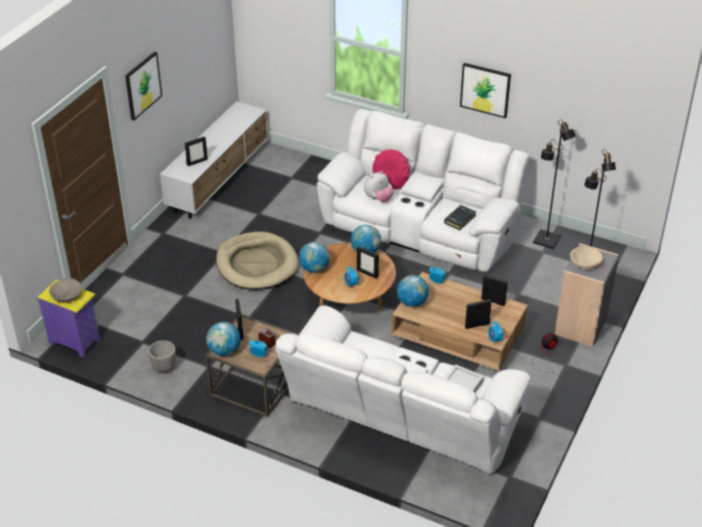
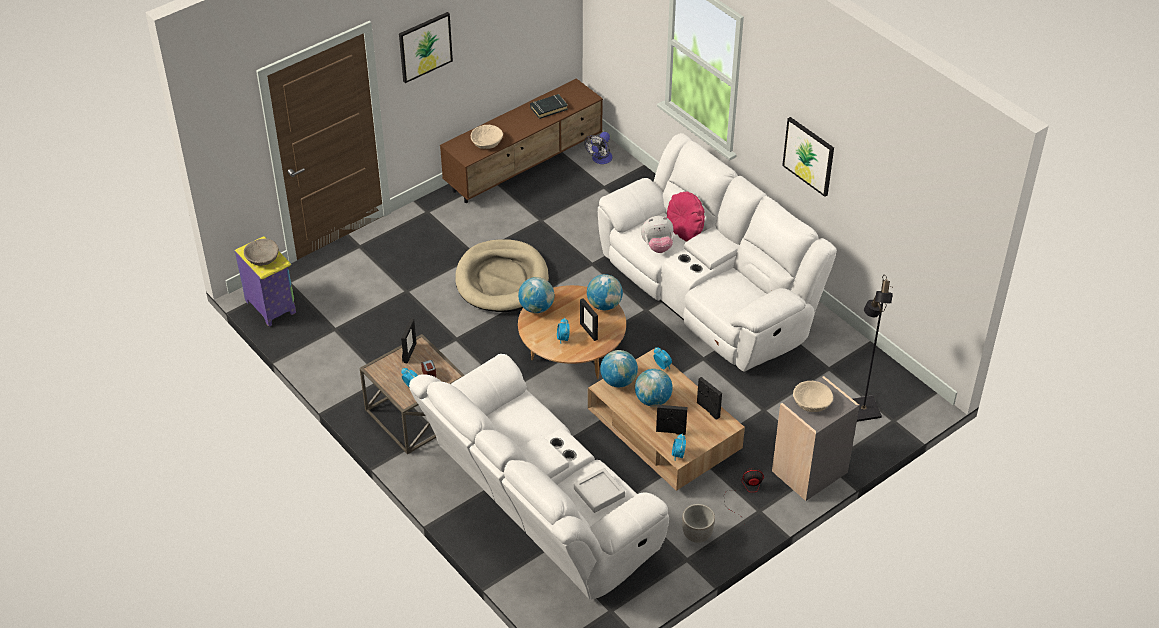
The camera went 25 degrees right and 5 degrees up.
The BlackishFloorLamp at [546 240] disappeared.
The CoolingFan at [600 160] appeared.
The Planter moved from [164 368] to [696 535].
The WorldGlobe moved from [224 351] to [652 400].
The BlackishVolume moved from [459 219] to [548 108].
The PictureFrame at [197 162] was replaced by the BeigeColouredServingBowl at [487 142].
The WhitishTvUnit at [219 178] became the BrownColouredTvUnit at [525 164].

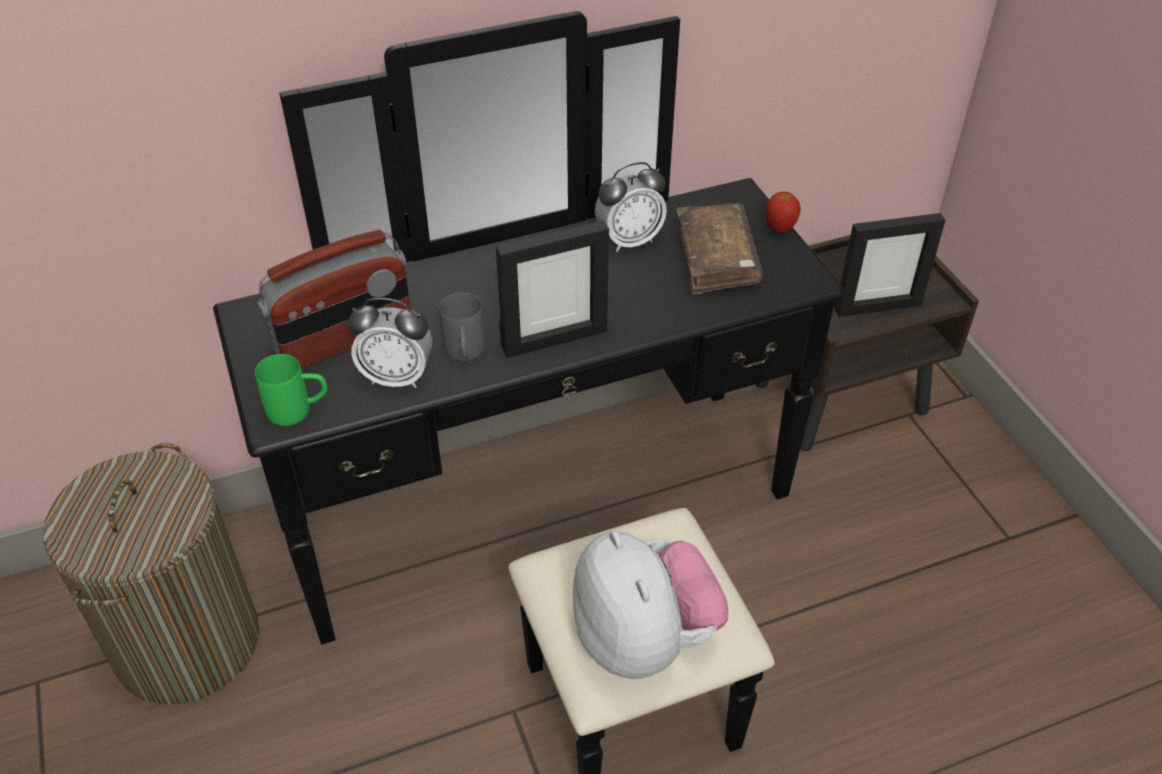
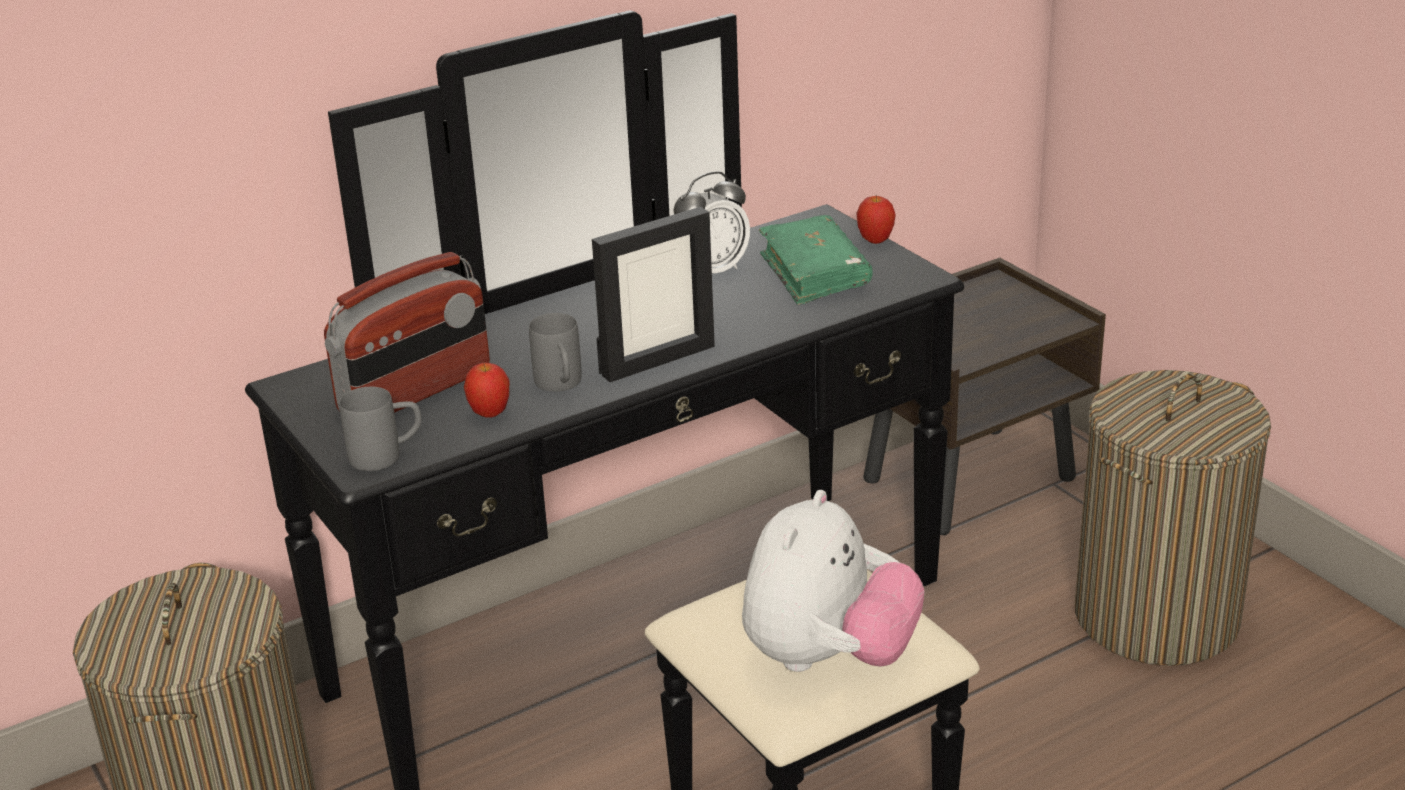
The camera went 10 degrees left and 15 degrees down.
The PictureFrame at [877 306] disappeared.
The WashingBasket at [1156 616] appeared.
The AlarmClock at [397 377] was replaced by the WholeApple at [490 414].
The GreenColouredTeaMug at [299 410] became the GreyishTeaMug at [387 456].
The BrownColouredVolume at [716 259] became the GreenColouredVolume at [814 273].
The CuddlyToy at [644 640] turned 60 degrees clockwise.

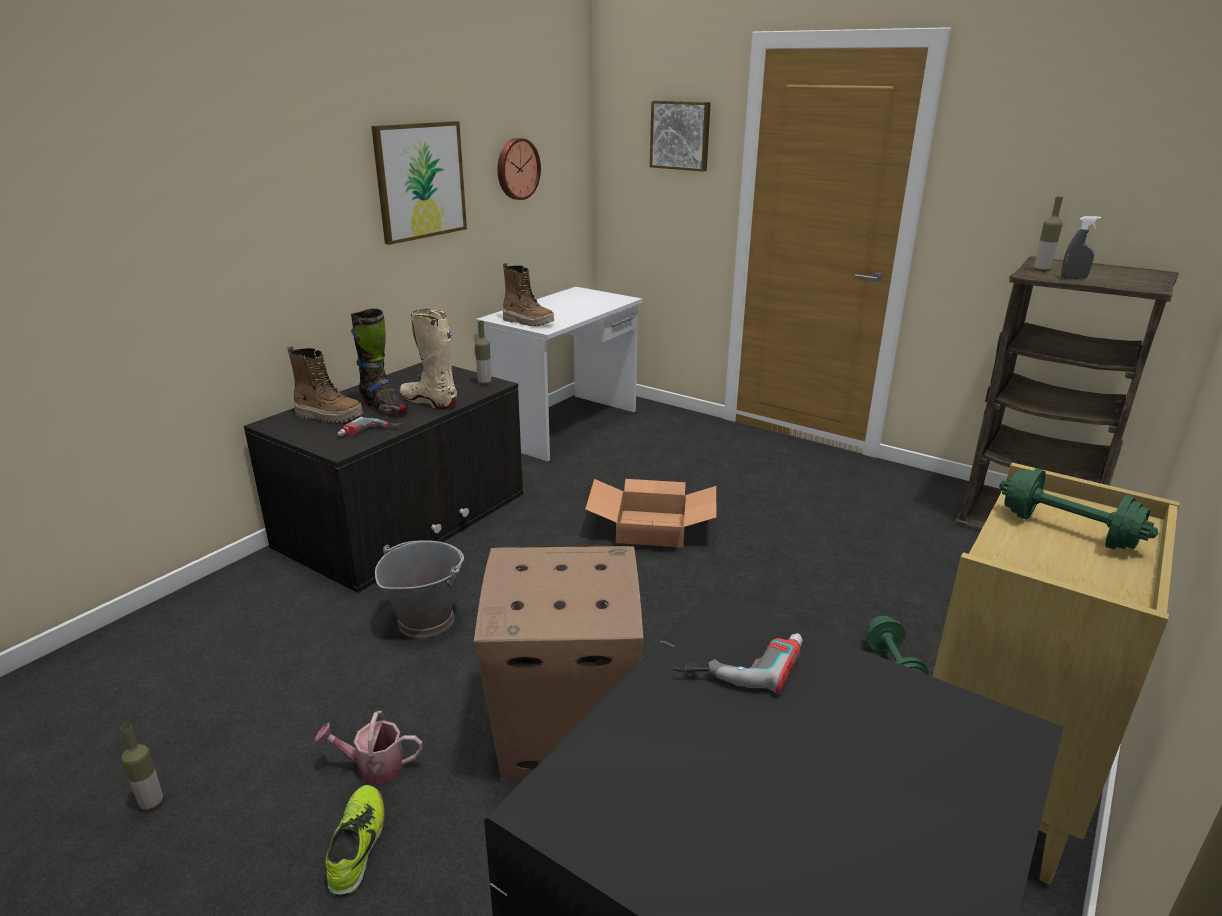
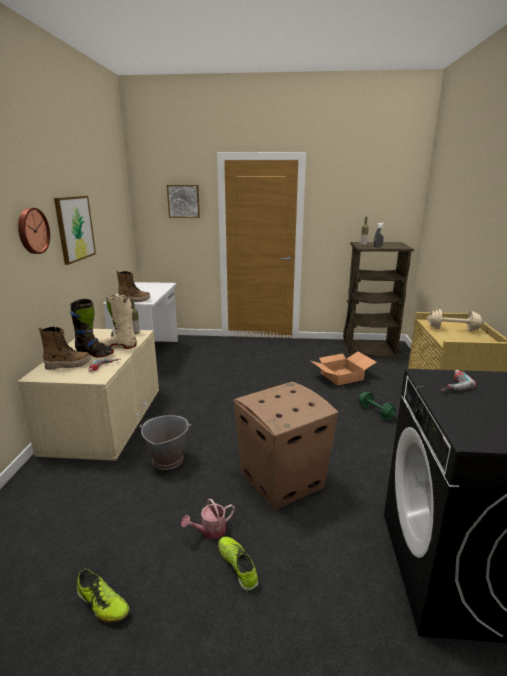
The camera went 30 degrees left and 5 degrees down.
The HangingClock moved from [516 169] to [32 231].
The CardboardBox moved from [652 528] to [342 376].
The BeverageBottle at [152 803] was replaced by the ItemOfFootwear at [102 604].
The BlackishCupboard at [405 519] became the BeigeColouredCupboard at [105 418].
The GreenColouredFreeWeight at [1067 530] became the BeigeColouredFreeWeight at [452 329].

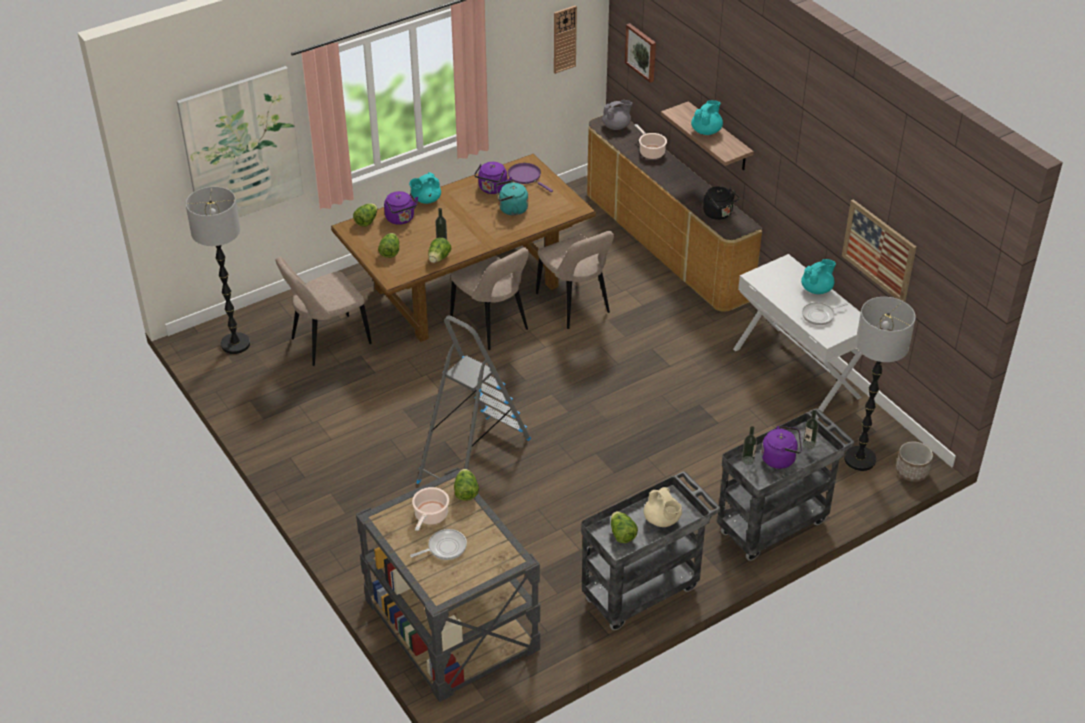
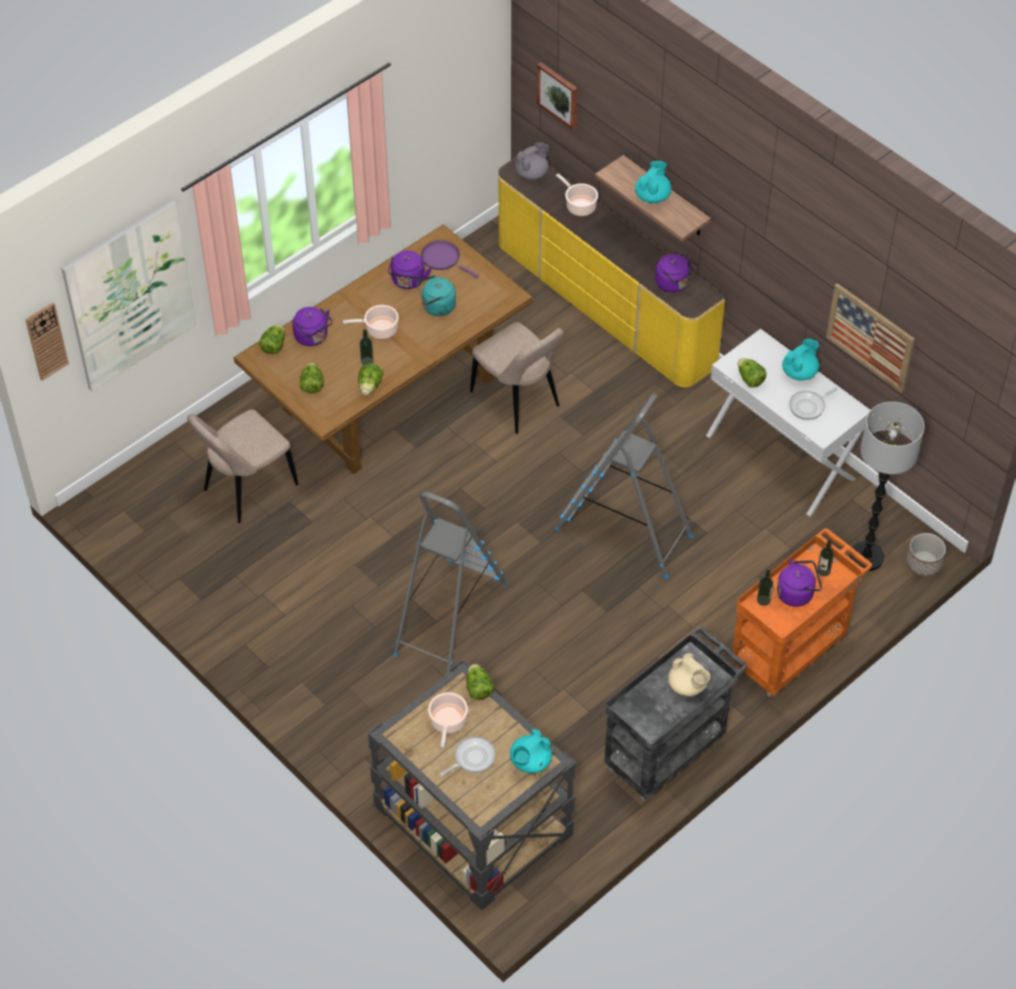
The camera went 10 degrees left and 10 degrees up.
The FloorLamp at [235 344] disappeared.
The BeigeColouredUprightChair at [491 325] disappeared.
The CookingPot at [379 330] appeared.
The GreyishStepladder at [623 532] appeared.
The TurquoiseColouredTeapot moved from [425 200] to [530 762].
The HangingClock moved from [564 39] to [46 341].
The Lettuce moved from [622 534] to [749 379].
The BrownColouredCupboard at [665 244] became the YellowCupboard at [603 303].
The BlackishTeaKettle at [719 214] became the PurplishTeaKettle at [674 284].
The BlackishWheeledCart at [776 526] became the OrangeColouredWheeledCart at [792 652].

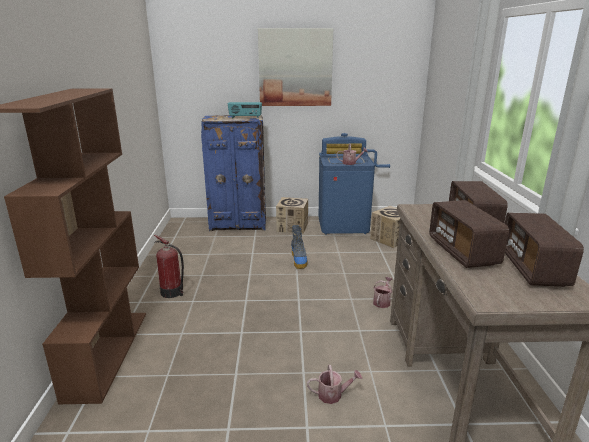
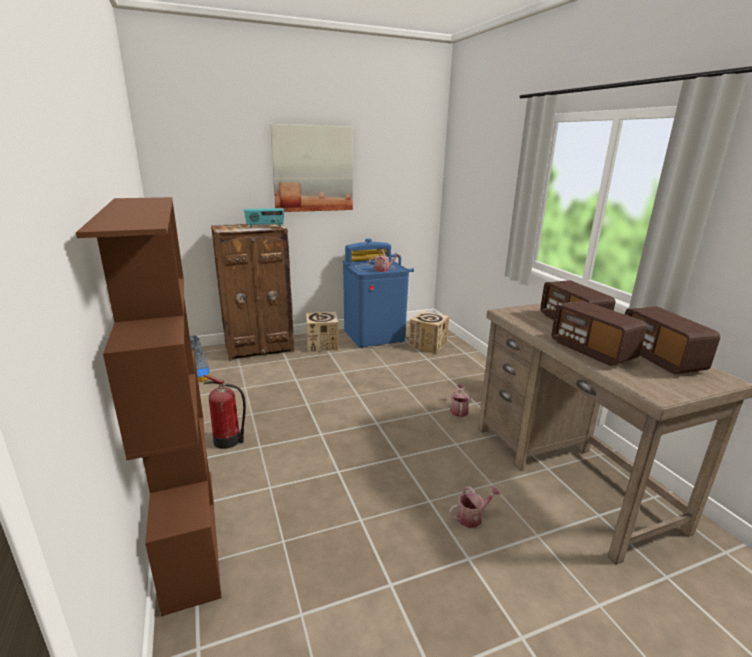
The camera went 20 degrees left and 0 degrees up.
The HighTopBoot moved from [299 260] to [201 373].
The BlueColouredCupboard at [238 224] became the BrownColouredCupboard at [259 348].

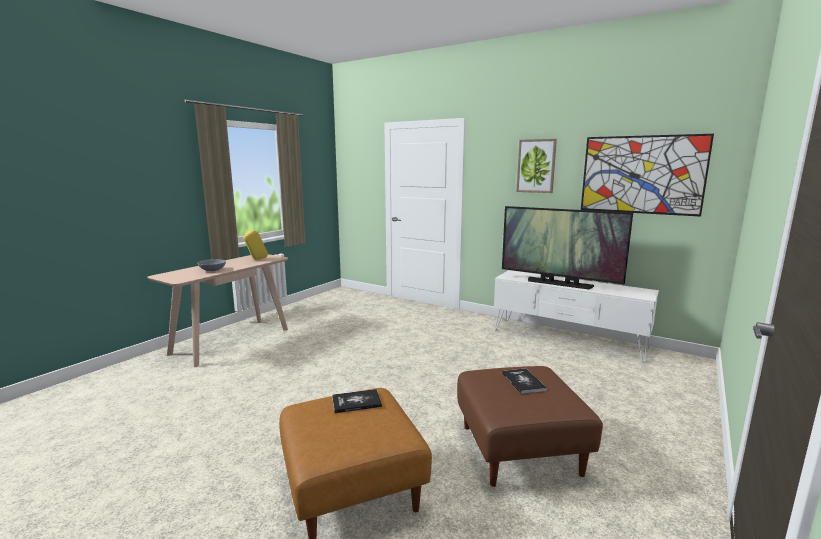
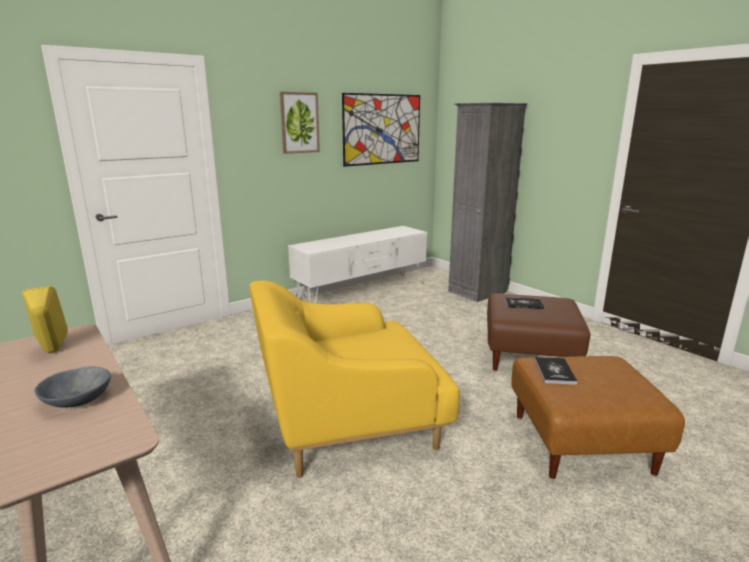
The camera went 70 degrees left and 5 degrees up.
The Television at [558 283] disappeared.
The YellowEasyChair at [349 422] appeared.
The GreyishCupboard at [478 292] appeared.

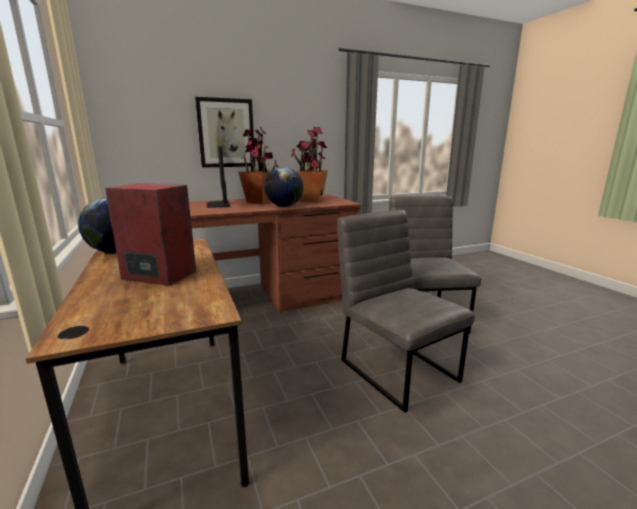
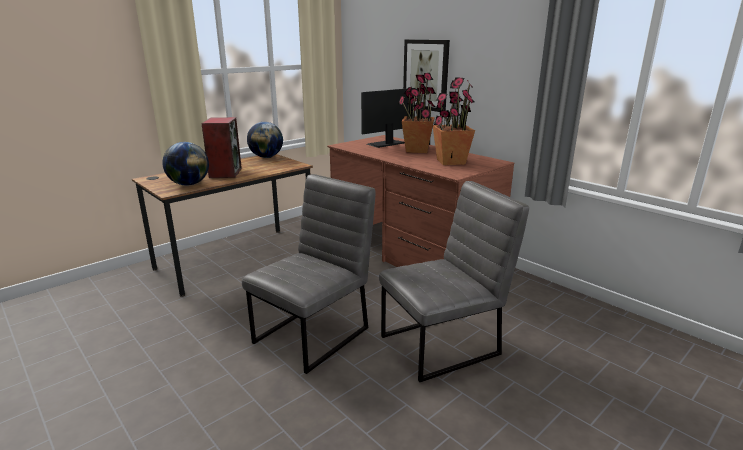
The camera went 70 degrees right and 5 degrees up.
The WorldGlobe moved from [284 206] to [189 184].

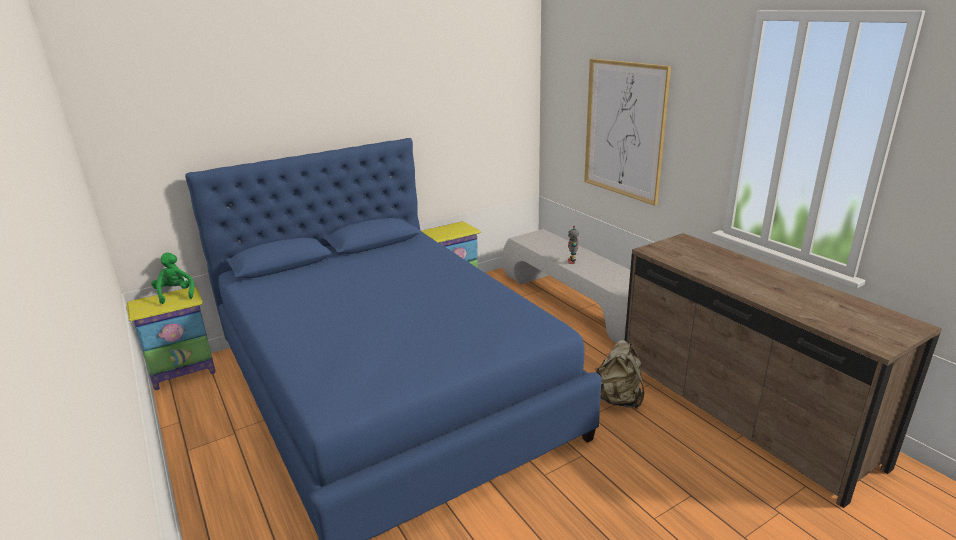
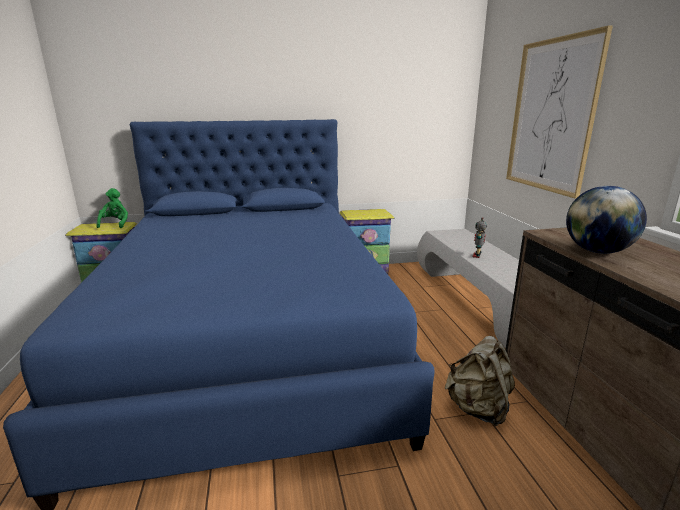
The camera went 20 degrees right and 5 degrees down.
The WorldGlobe at [597 251] appeared.

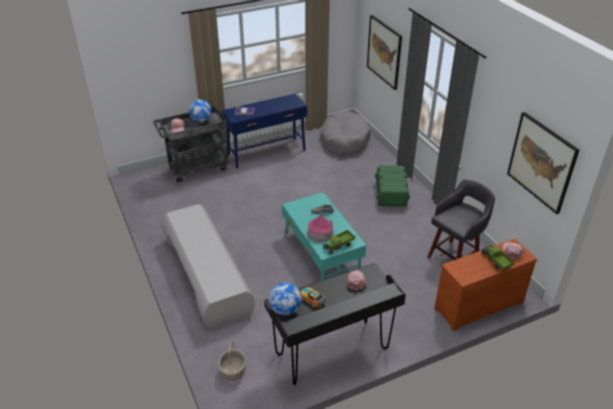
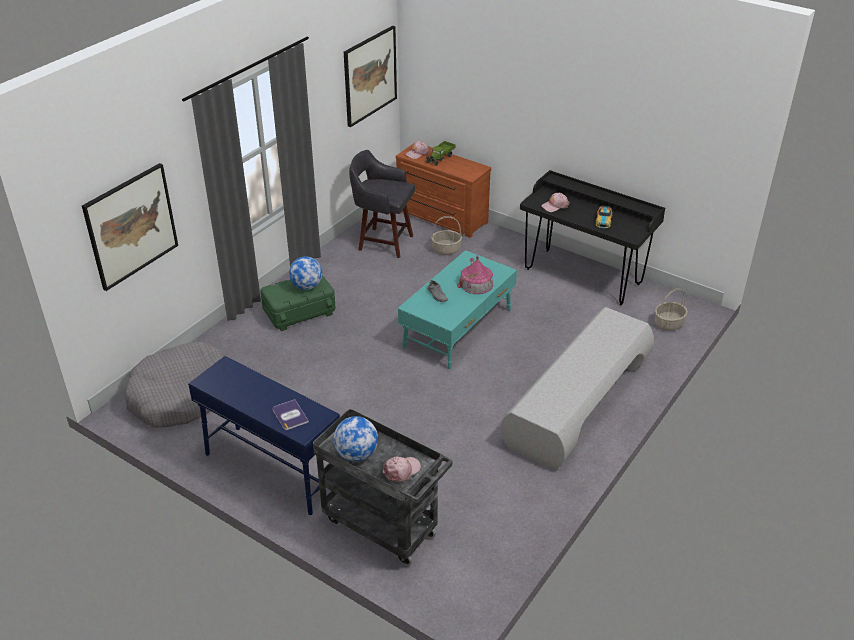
The camera went 120 degrees left and 0 degrees up.
The ModelTruck at [338 246] disappeared.
The HouseholdBasket at [446 249] appeared.
The WorldGlobe moved from [285 310] to [307 286].

